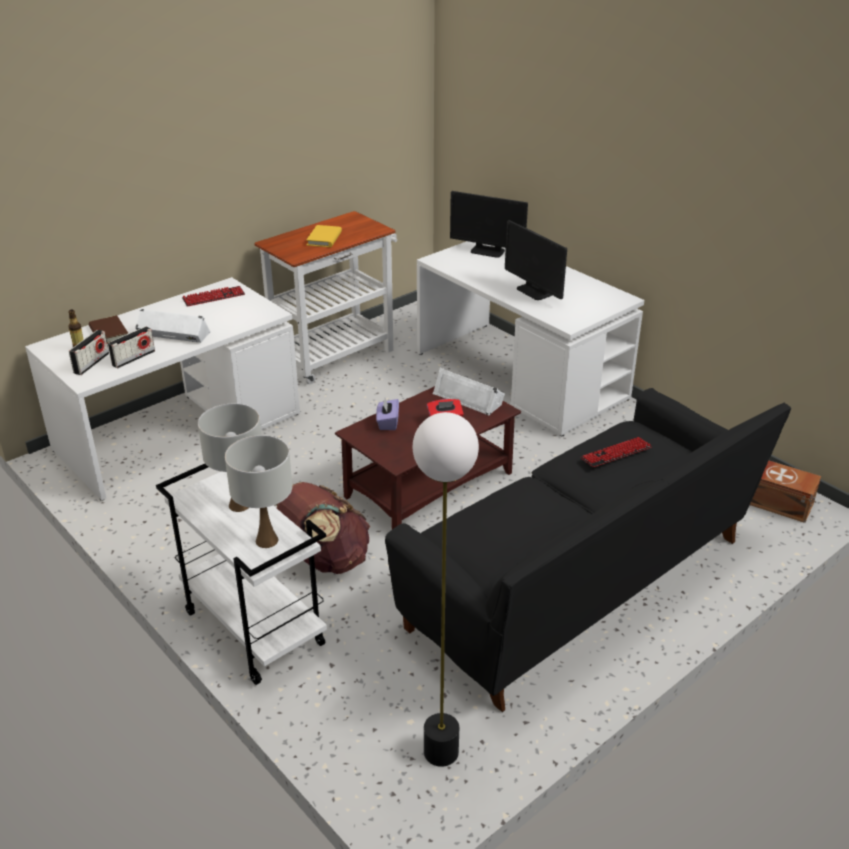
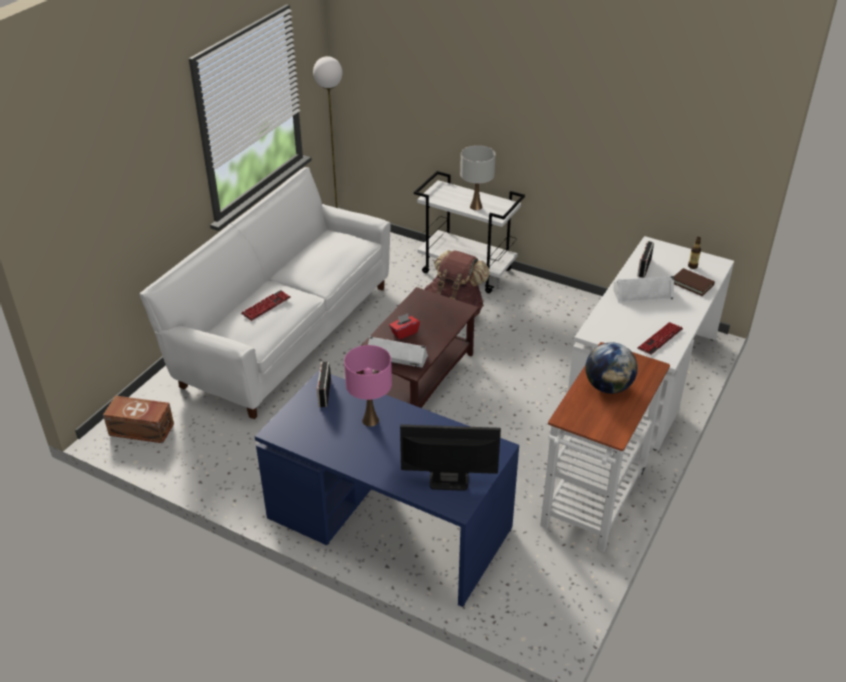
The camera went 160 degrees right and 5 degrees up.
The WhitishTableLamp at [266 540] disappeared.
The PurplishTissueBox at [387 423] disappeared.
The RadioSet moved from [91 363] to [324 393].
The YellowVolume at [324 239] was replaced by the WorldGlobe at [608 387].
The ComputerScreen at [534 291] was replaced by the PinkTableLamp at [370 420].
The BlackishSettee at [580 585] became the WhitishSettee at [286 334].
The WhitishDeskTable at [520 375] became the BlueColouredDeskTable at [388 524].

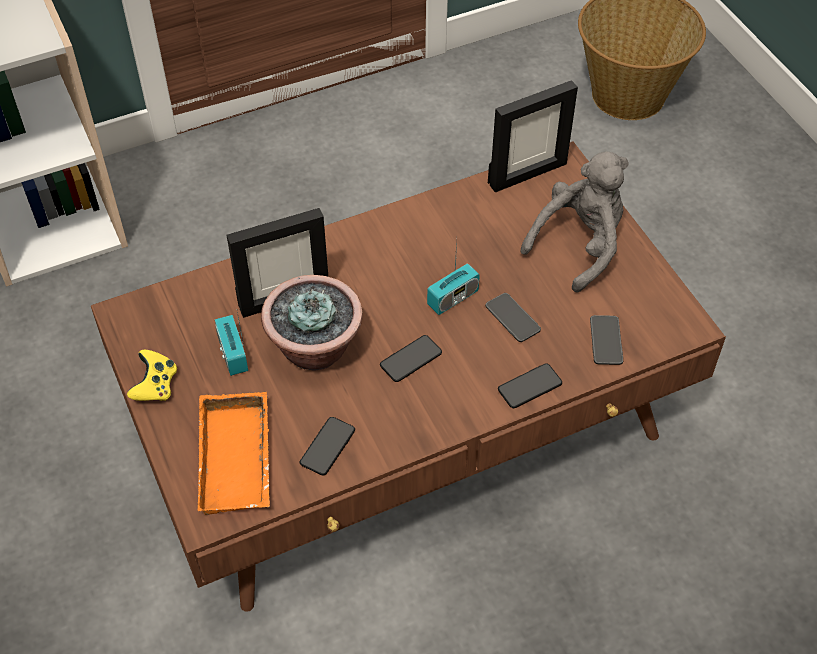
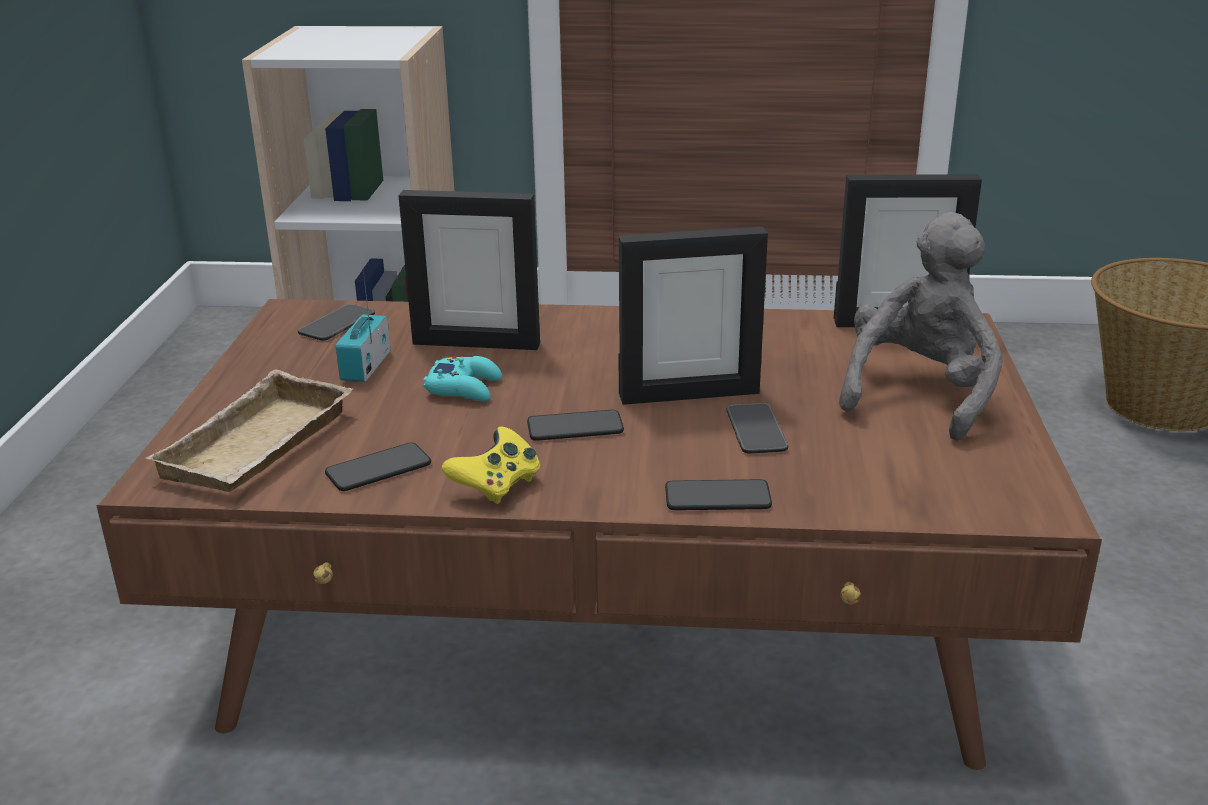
The camera went 30 degrees right and 25 degrees down.
The YellowGamepad moved from [155 386] to [496 486].
The Handset moved from [606 341] to [337 324].
The Houseplant at [315 349] was replaced by the TurquoiseColouredGamepad at [465 388].
The RadioSet at [453 298] was replaced by the PictureFrame at [689 393].
The OrangeColouredTray at [239 460] became the BeigeColouredTray at [261 448].
The GreyishCuddlyToy at [579 245] turned 45 degrees counterclockwise.

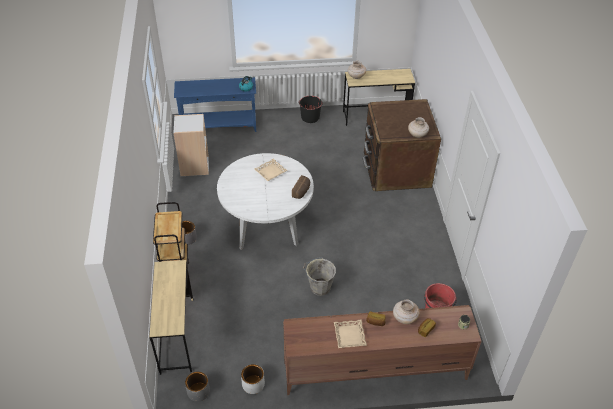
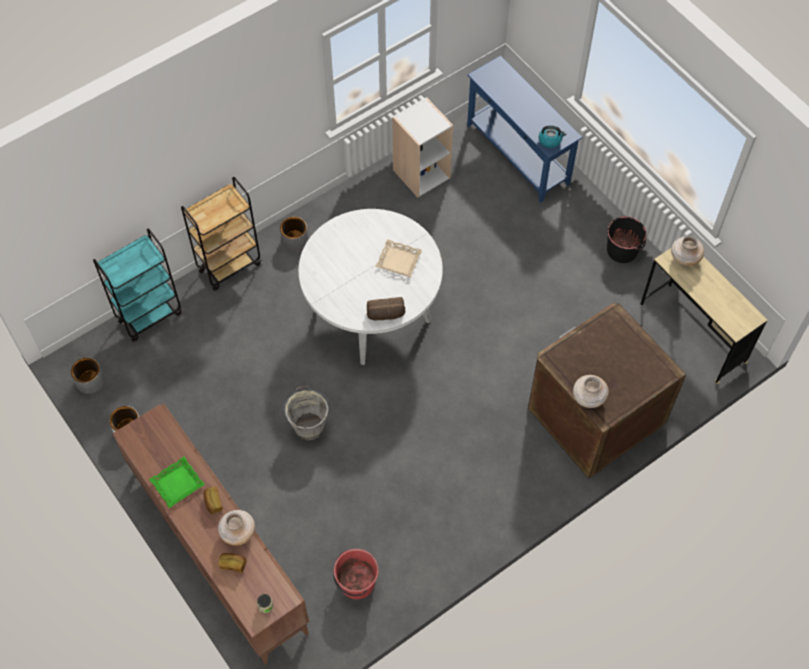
The camera went 60 degrees right and 15 degrees up.
The BeigeColouredDeskTable at [177 335] was replaced by the TurquoiseColouredWheeledCart at [150 316].
The BeigeColouredTray at [349 335] became the GreenColouredTray at [177 483].

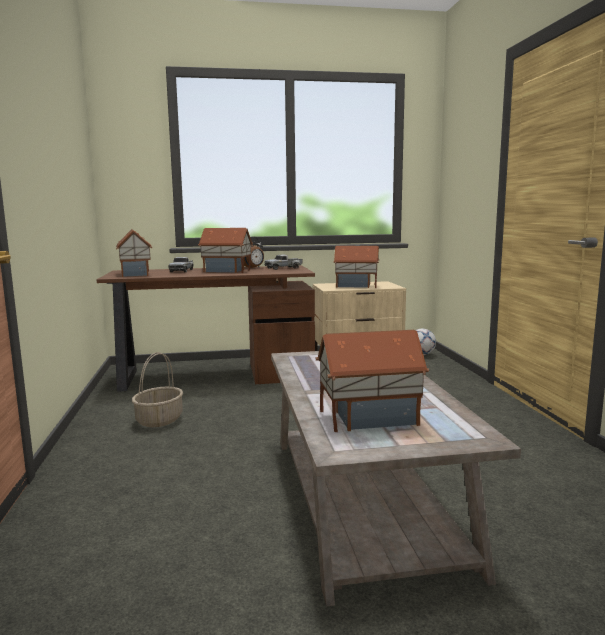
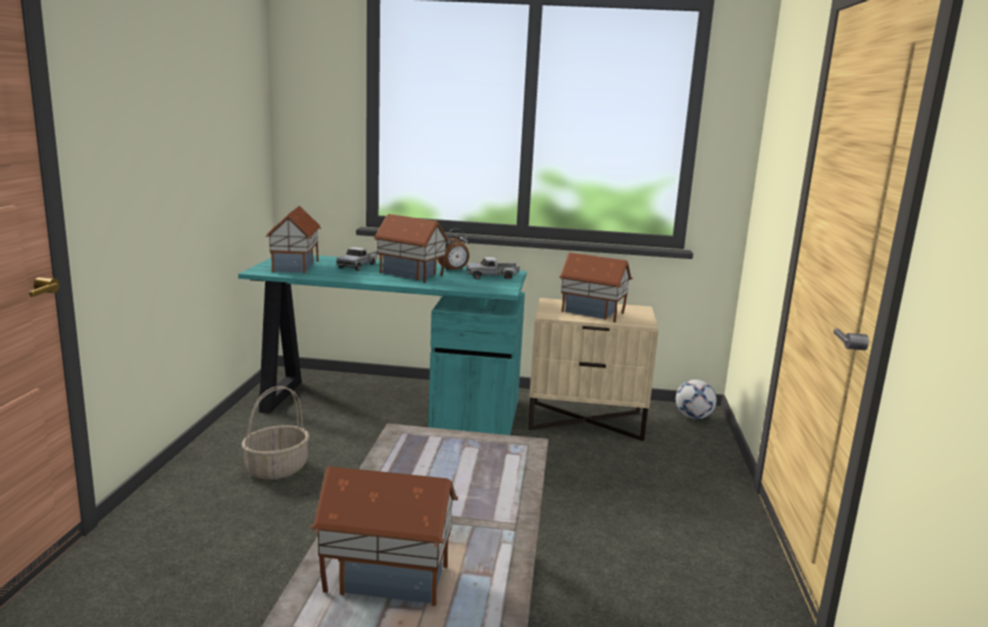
The camera went 15 degrees right and 5 degrees up.
The BrownColouredDeskTable at [214 375] became the TurquoiseColouredDeskTable at [388 406].

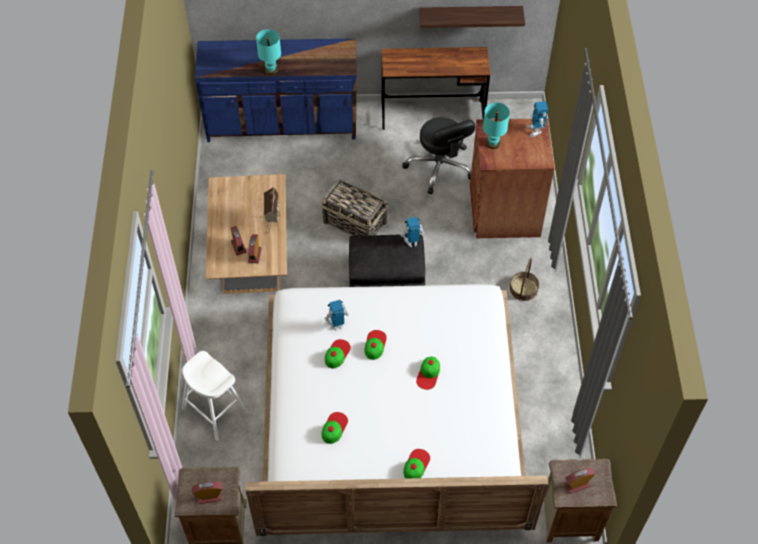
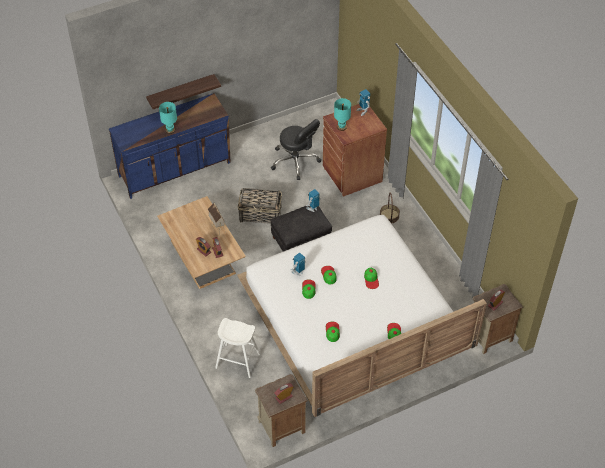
The camera went 25 degrees left and 5 degrees down.
The BrownColouredDeskTable at [432 115] disappeared.
The BracketShelf moved from [470 16] to [181 91].

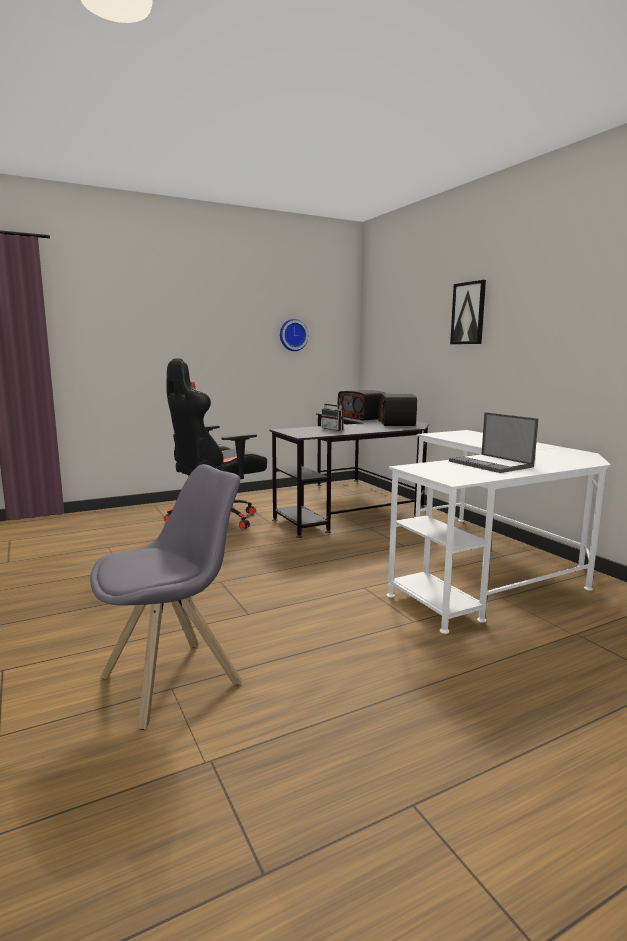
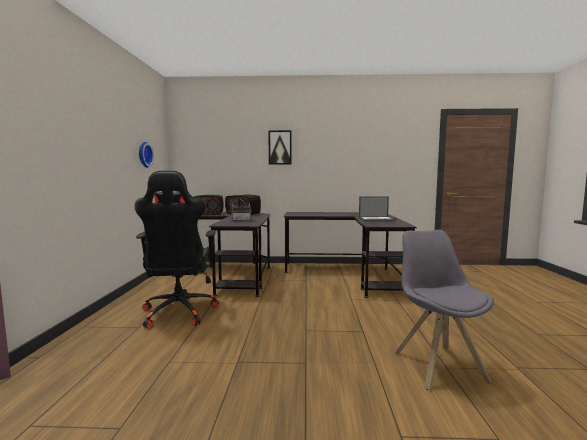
The camera went 60 degrees left and 5 degrees down.
The WhitishDeskTable at [490 566] became the BlackishDeskTable at [350 274].

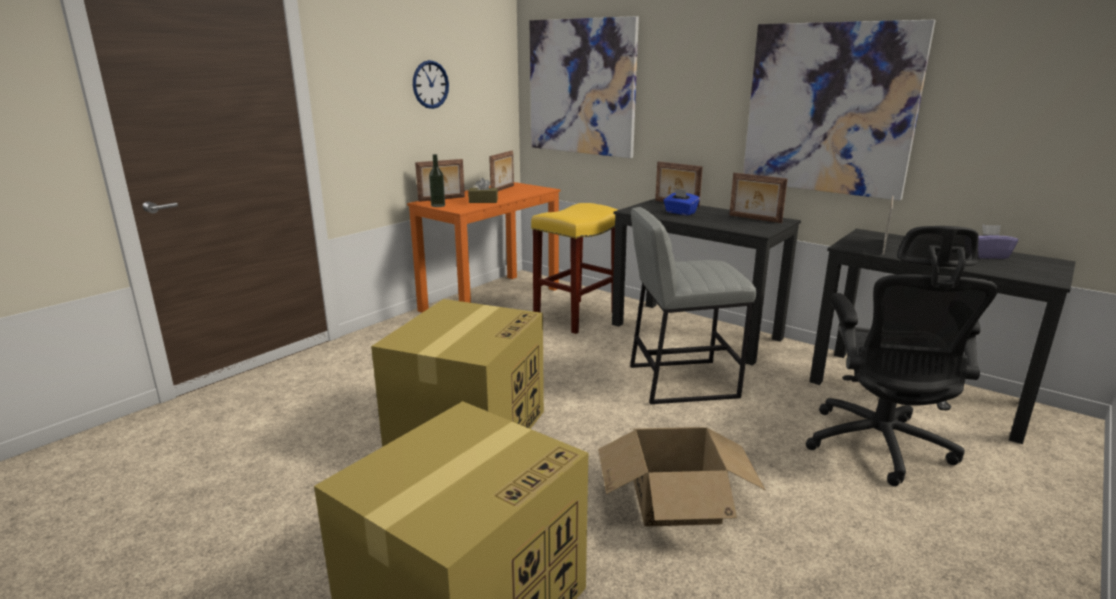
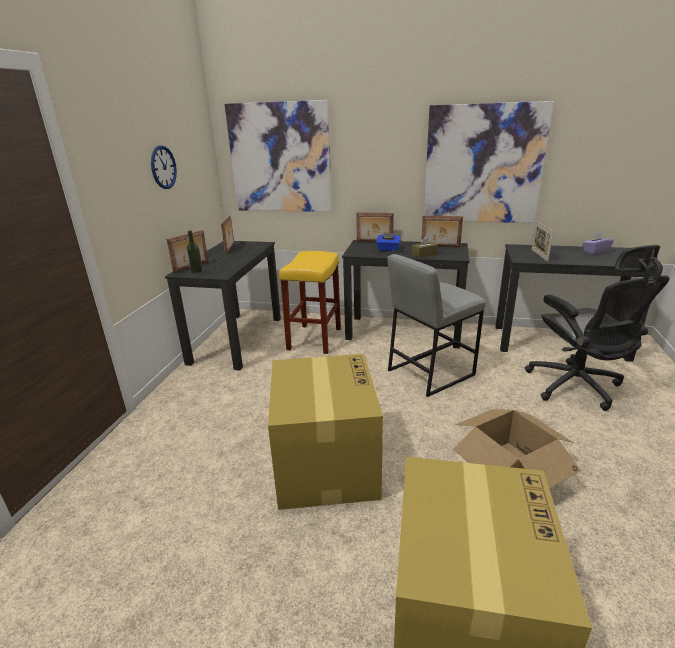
The camera went 25 degrees left and 5 degrees up.
The BrownColouredTissueBox moved from [483 201] to [424 254].
The OrangeColouredDeskTable at [491 299] became the BlackishDeskTable at [237 339].

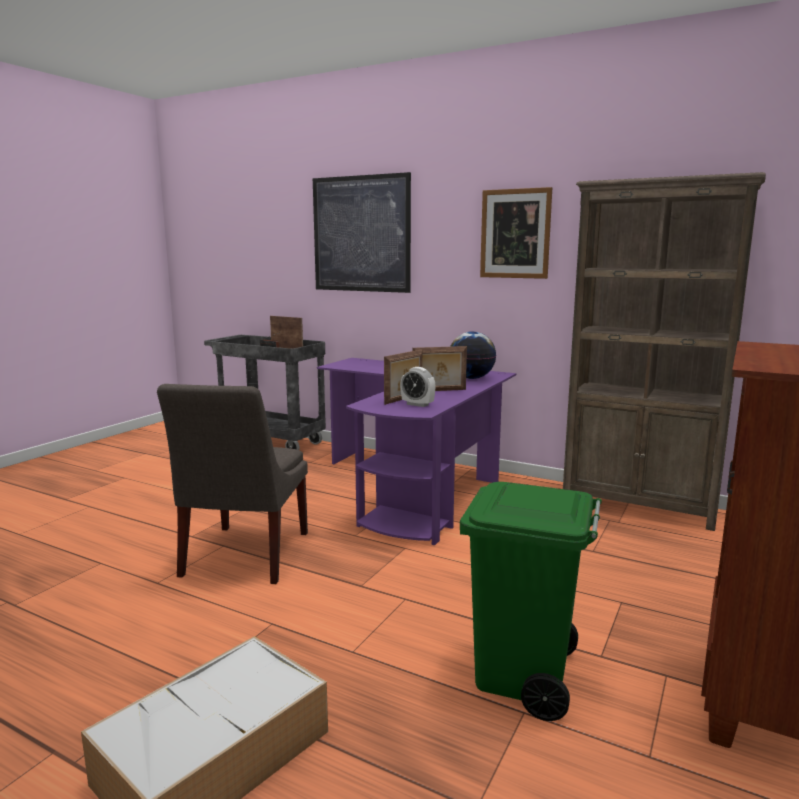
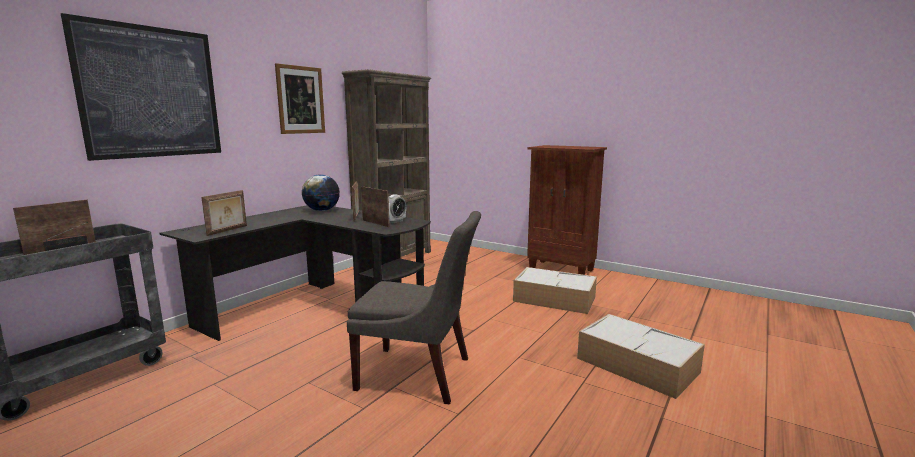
The camera went 85 degrees left and 0 degrees up.
The PictureFrame at [228 230] appeared.
The GreenColouredWasteBin at [524 678] was replaced by the StorageContainer at [555 299].
The PurplishDeskTable at [417 486] became the BlackishDeskTable at [316 307].

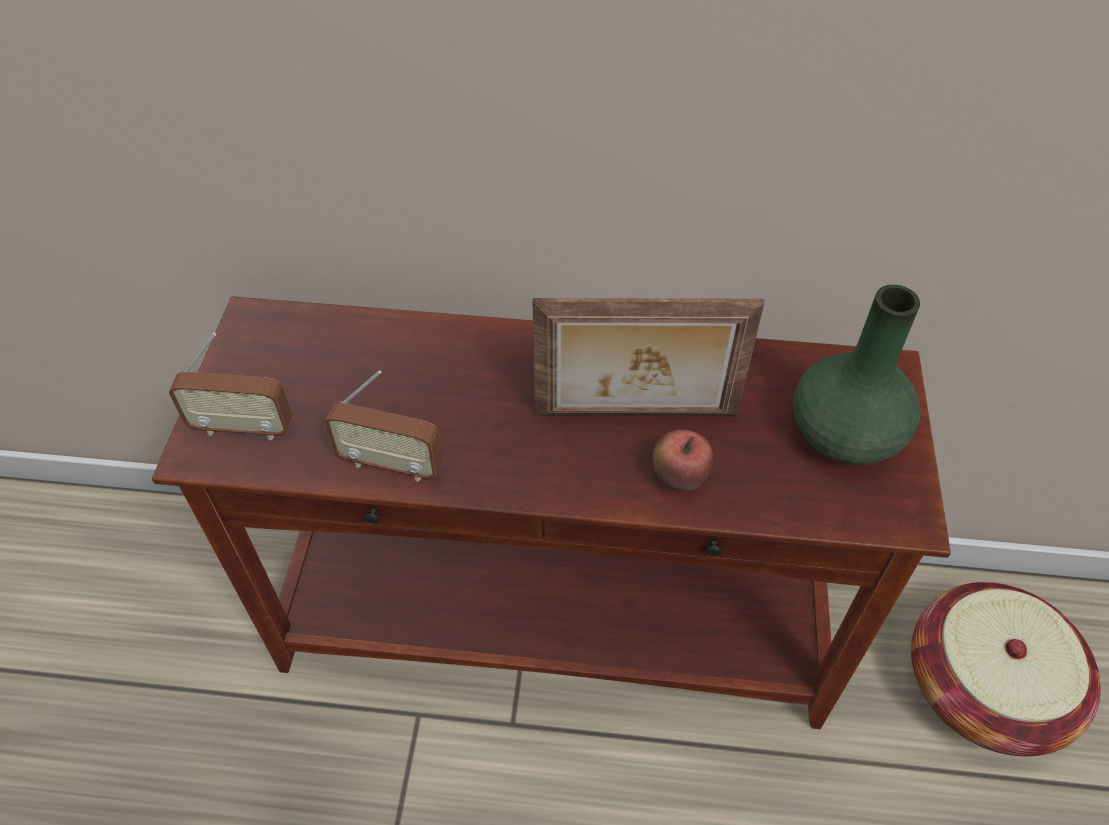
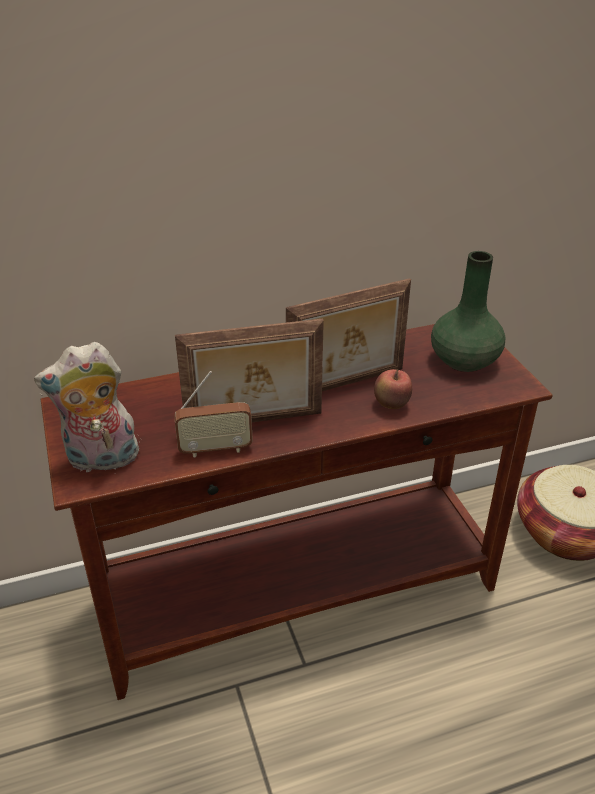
The camera went 25 degrees left and 15 degrees down.
The PictureFrame at [254 422] appeared.
The RadioSet at [242 428] was replaced by the CuddlyToy at [101 460].

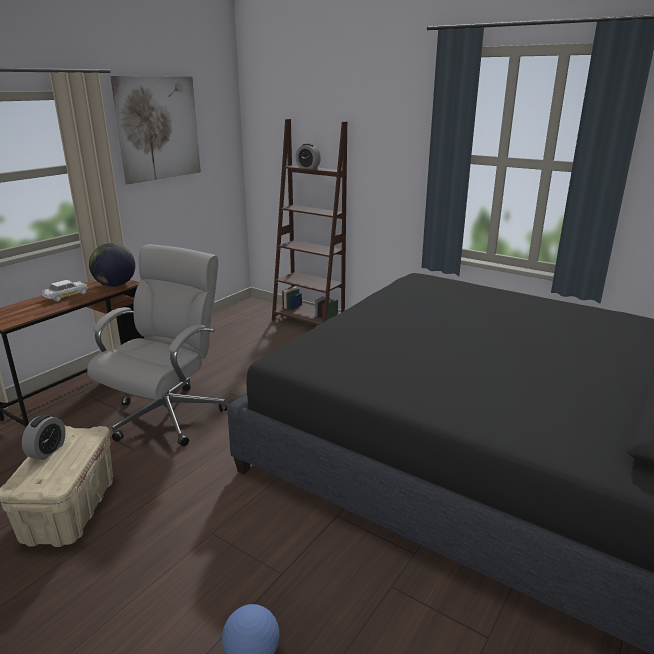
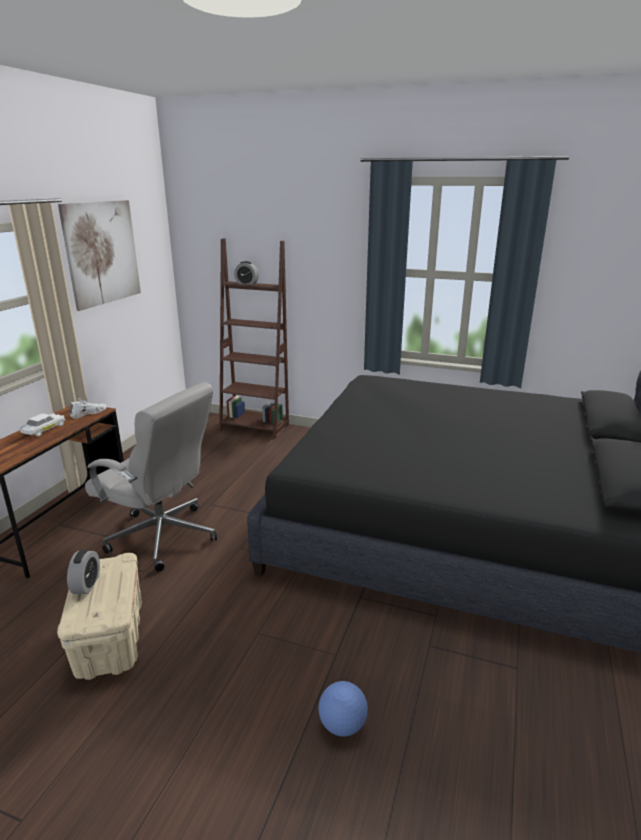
The camera went 15 degrees left and 0 degrees up.
The WorldGlobe at [115 285] was replaced by the WhitishItemOfFootwear at [88 413].
The GreyishDeskChair at [167 416] turned 105 degrees clockwise.

